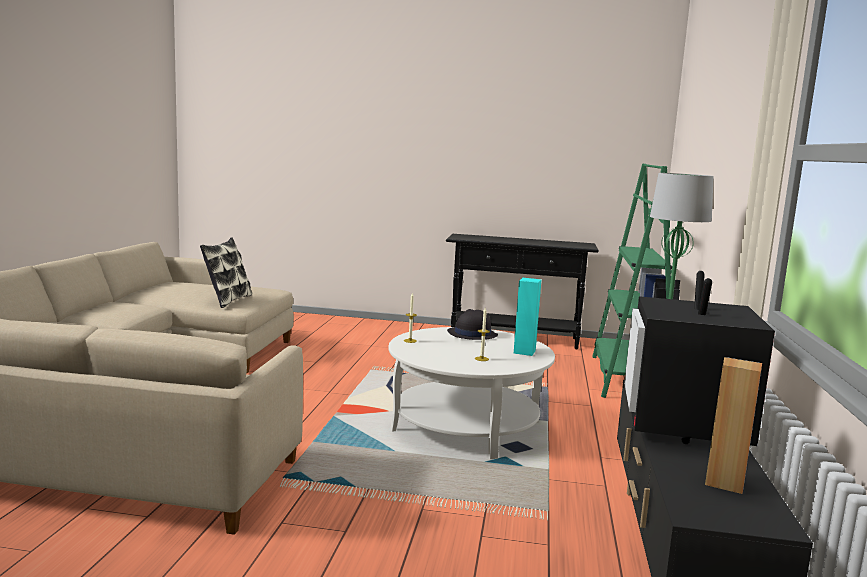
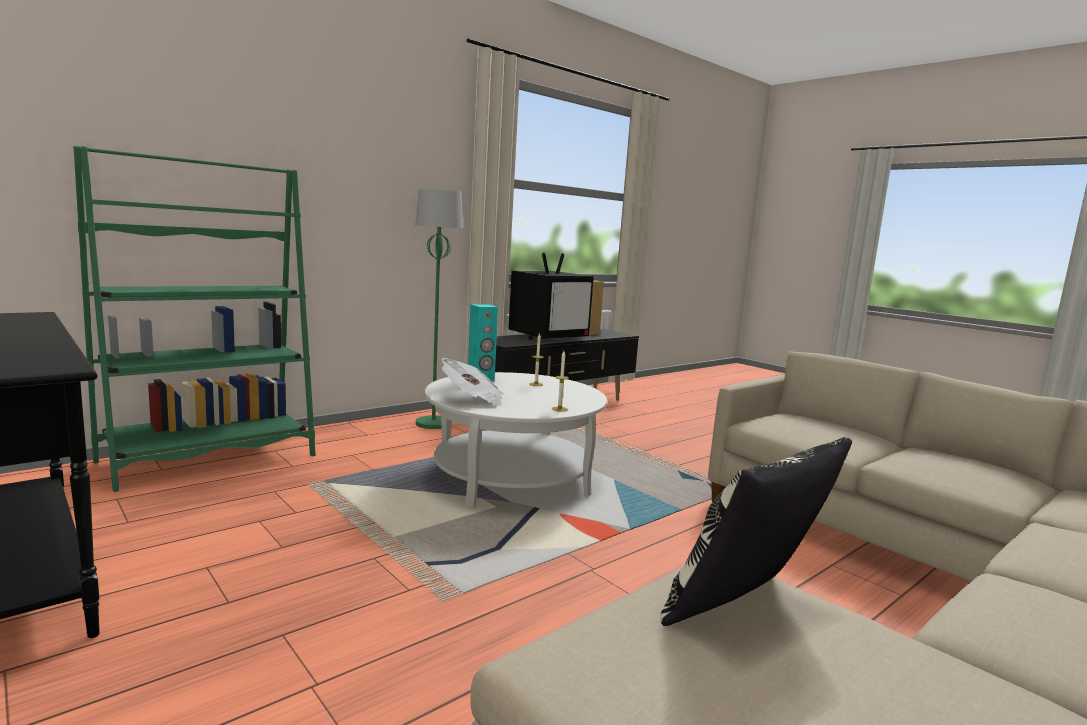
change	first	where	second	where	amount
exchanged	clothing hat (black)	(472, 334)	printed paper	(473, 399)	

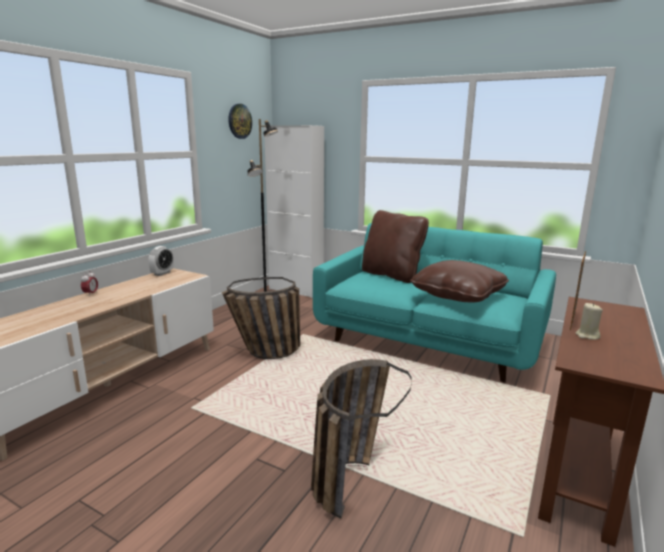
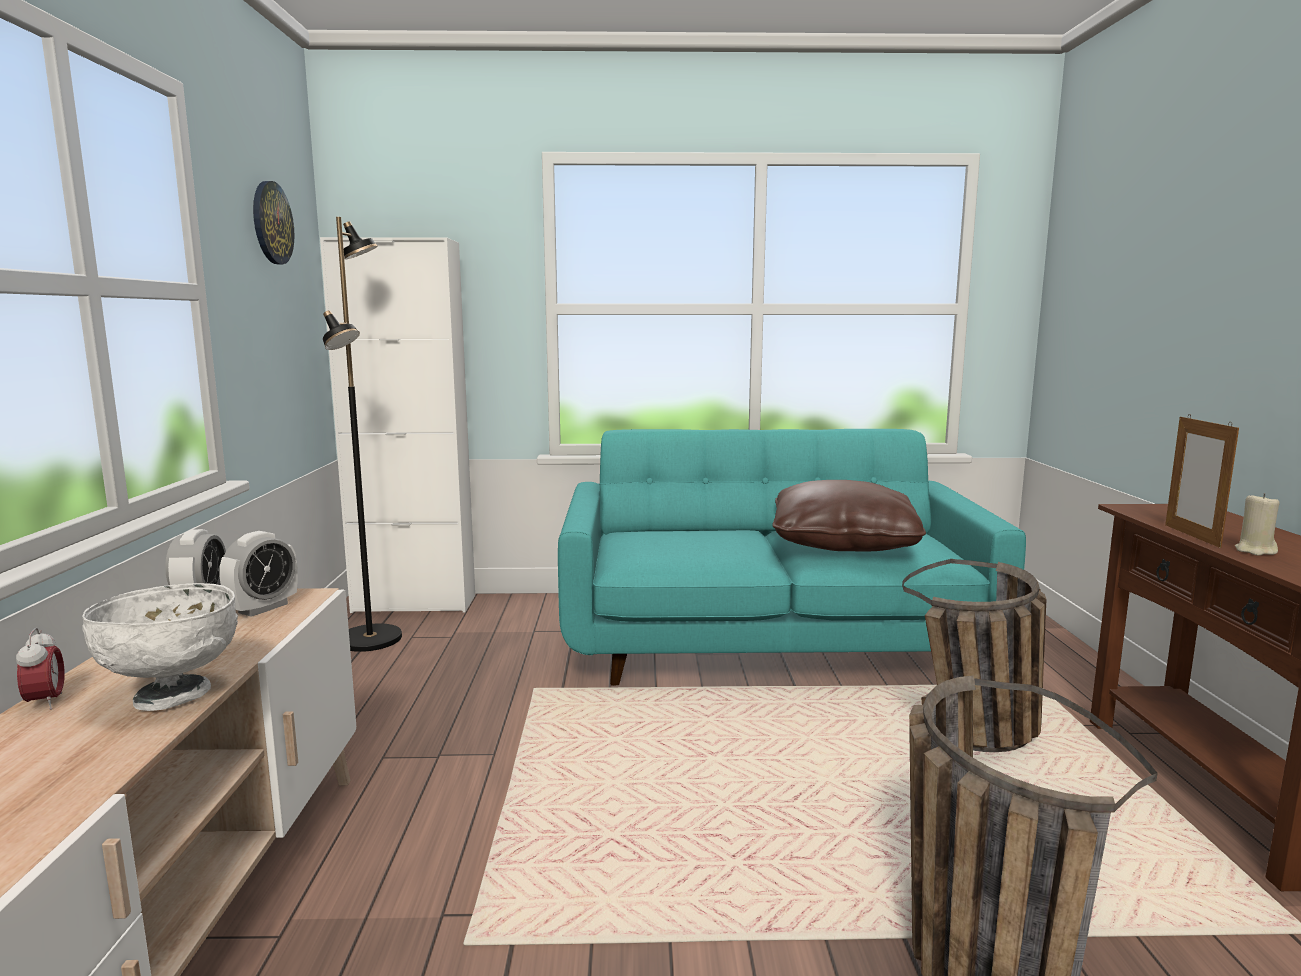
change	first	where	second	where	amount
appeared			serving bowl (white)	(174, 696)	
appeared			table clock	(263, 608)	
relocated	storage basket	(263, 353)		(979, 741)	
missing	throw pillow (brown)	(392, 275)			

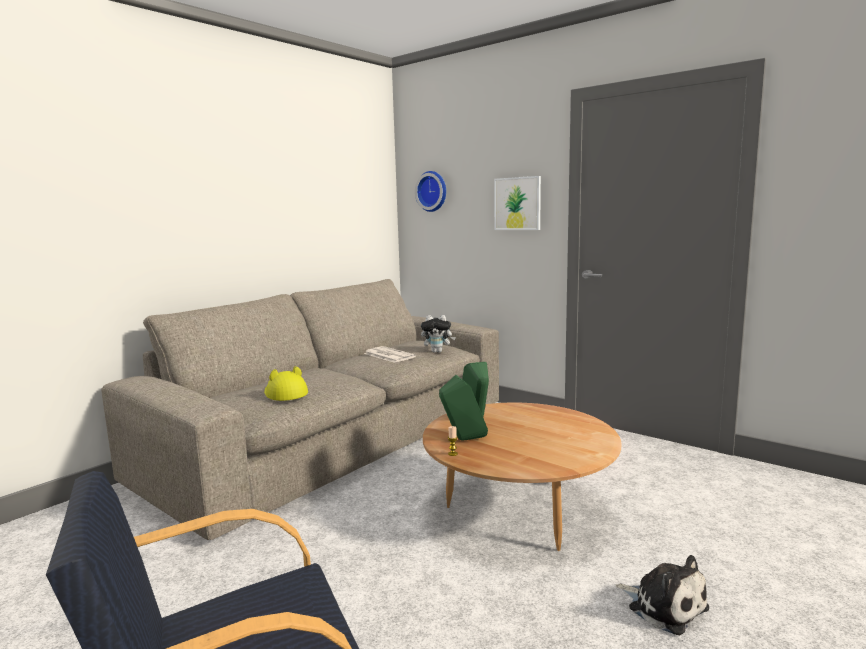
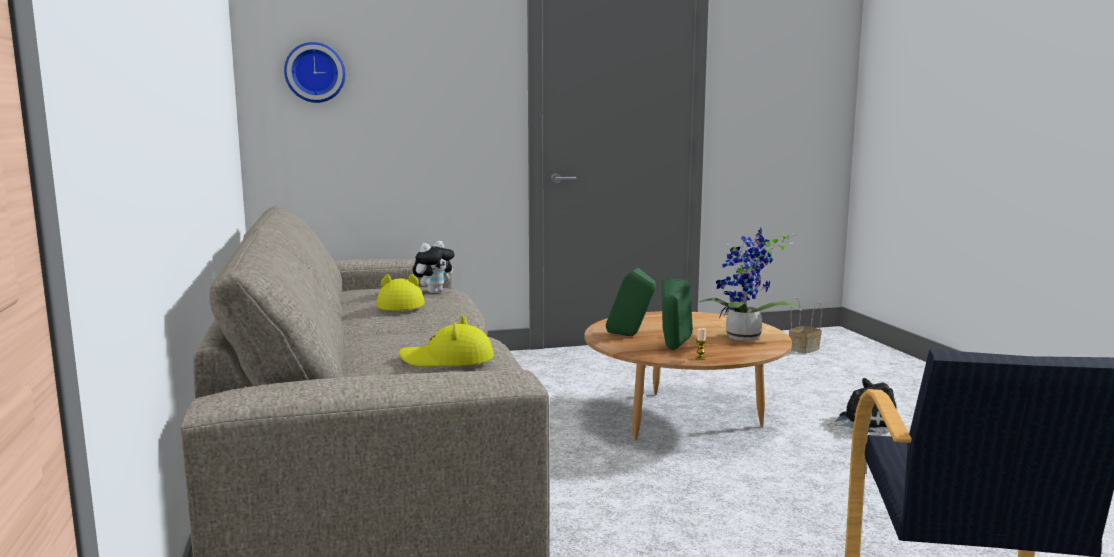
change	first	where	second	where	amount
exchanged	printed paper	(388, 355)	clothing hat (yellowish)	(401, 305)	
appeared			potted plant	(744, 339)	
appeared			storage basket	(804, 349)	
missing	wall picture	(517, 203)			

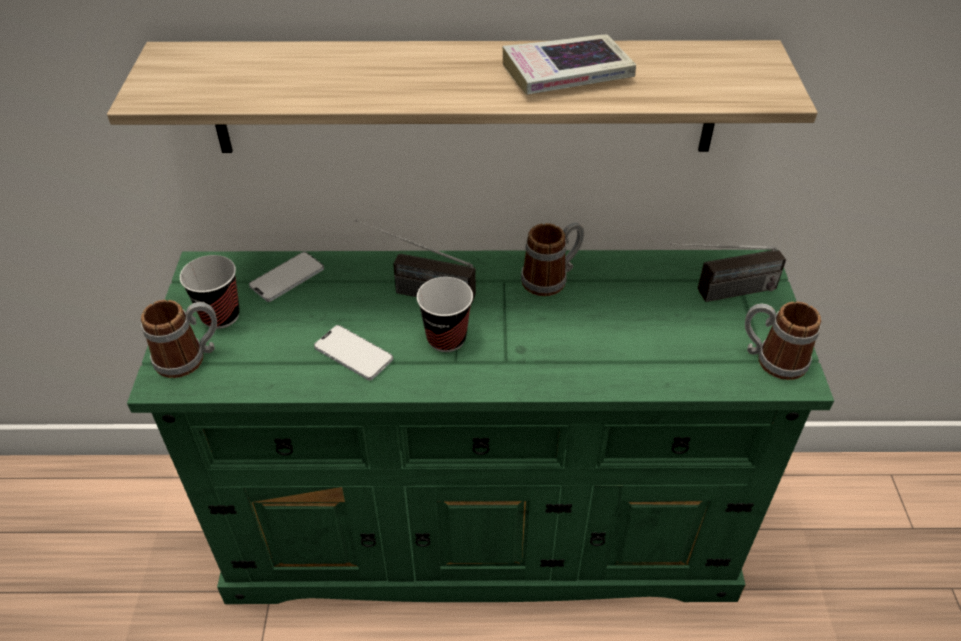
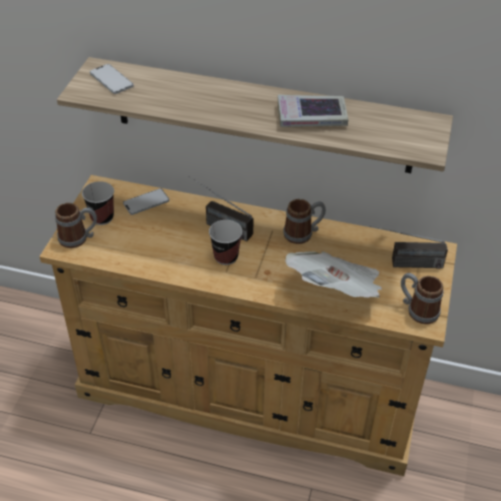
change	first	where	second	where	amount
colour	dresser (green-coloured)	(484, 528)	dresser (sand-coloured)	(251, 391)	
relocated	telephone	(353, 353)		(111, 80)	
appeared			printed paper	(336, 291)	

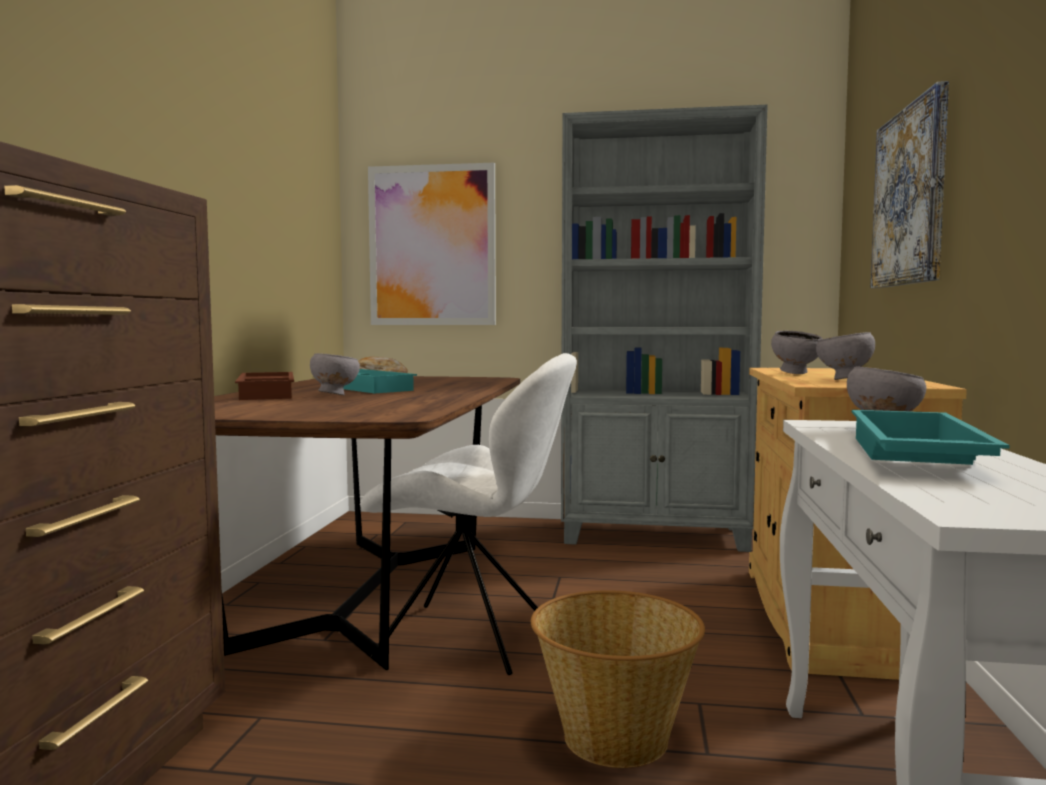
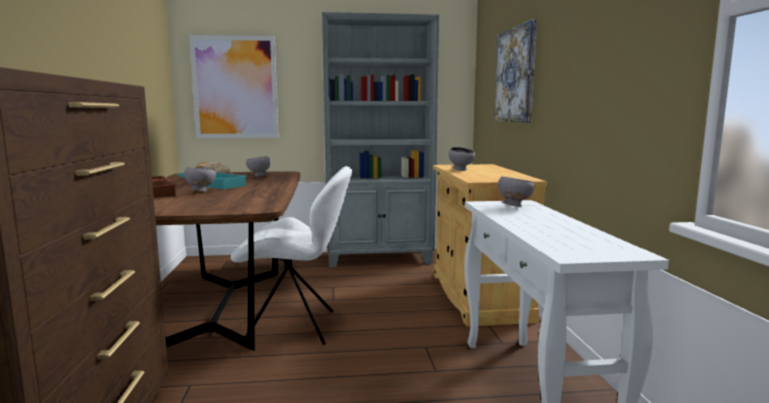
change	first	where	second	where	amount
relocated	serving bowl (gray)	(844, 380)		(259, 177)	
missing	storage basket	(615, 737)			
missing	tray (blue-green)	(911, 456)			

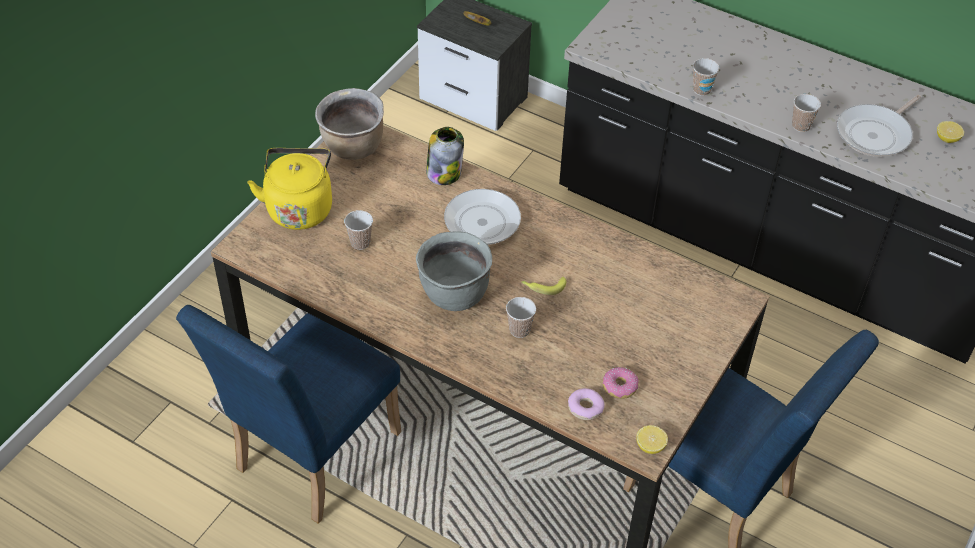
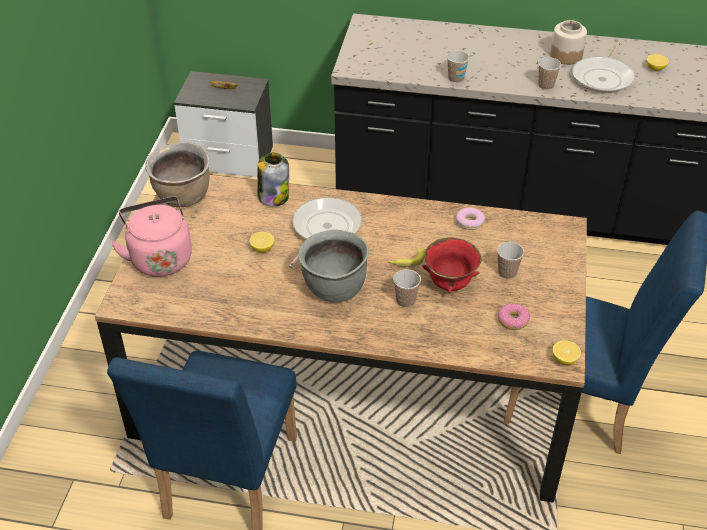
change	first	where	second	where	amount
colour	tea kettle (yellowish)	(299, 207)	tea kettle (pink-coloured)	(160, 257)	
appeared			citrus fruit	(262, 248)	
appeared			serving bowl (red-coloured)	(449, 284)	
relocated	ring doughnut	(585, 408)		(469, 222)	
relocated	cup	(360, 243)		(507, 273)	
appeared			preserve jar	(566, 56)	

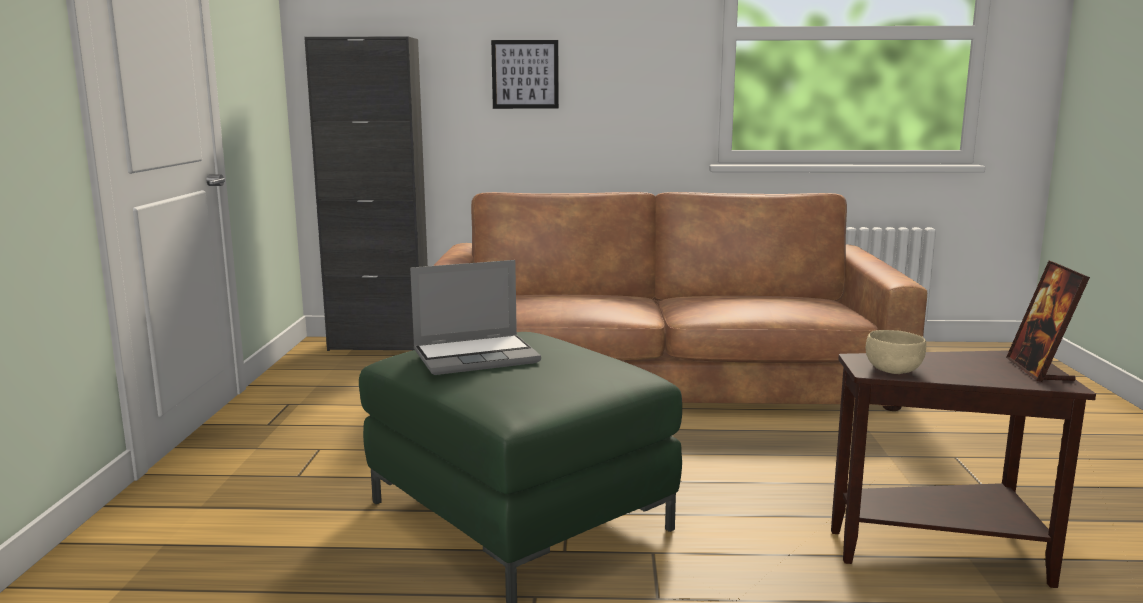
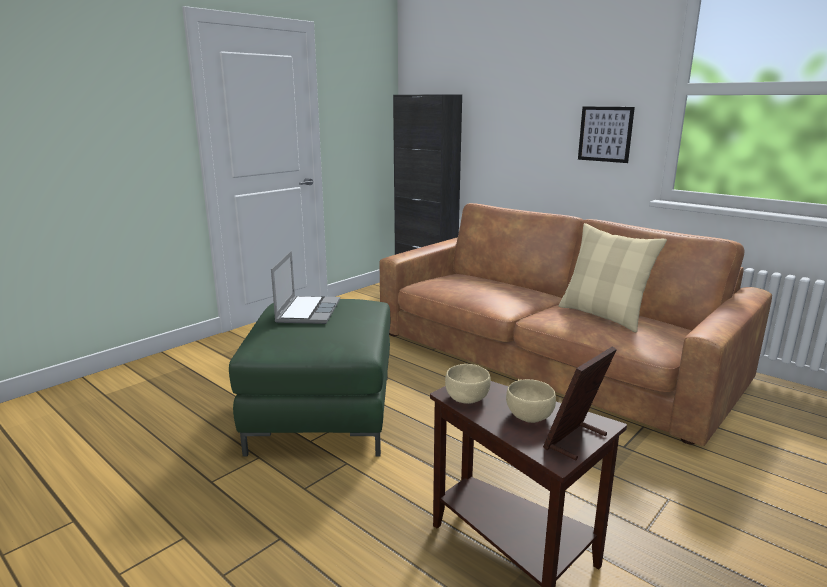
change	first	where	second	where	amount
spun	laptop	(477, 356)		(307, 311)	105 degrees counterclockwise
appeared			serving bowl (sand-coloured)	(530, 416)	
appeared			throw pillow (sand-coloured)	(603, 316)	
relocated	wall picture	(525, 74)		(605, 134)	

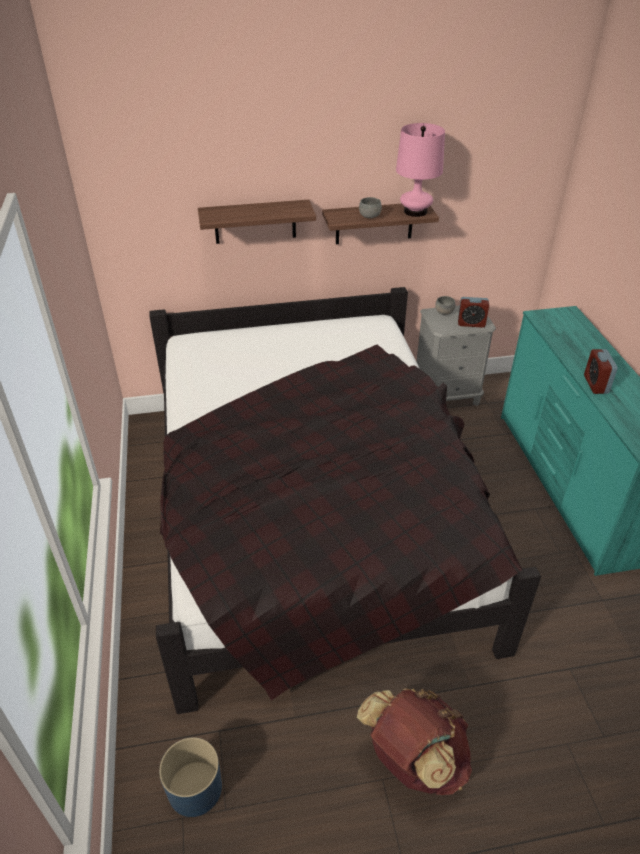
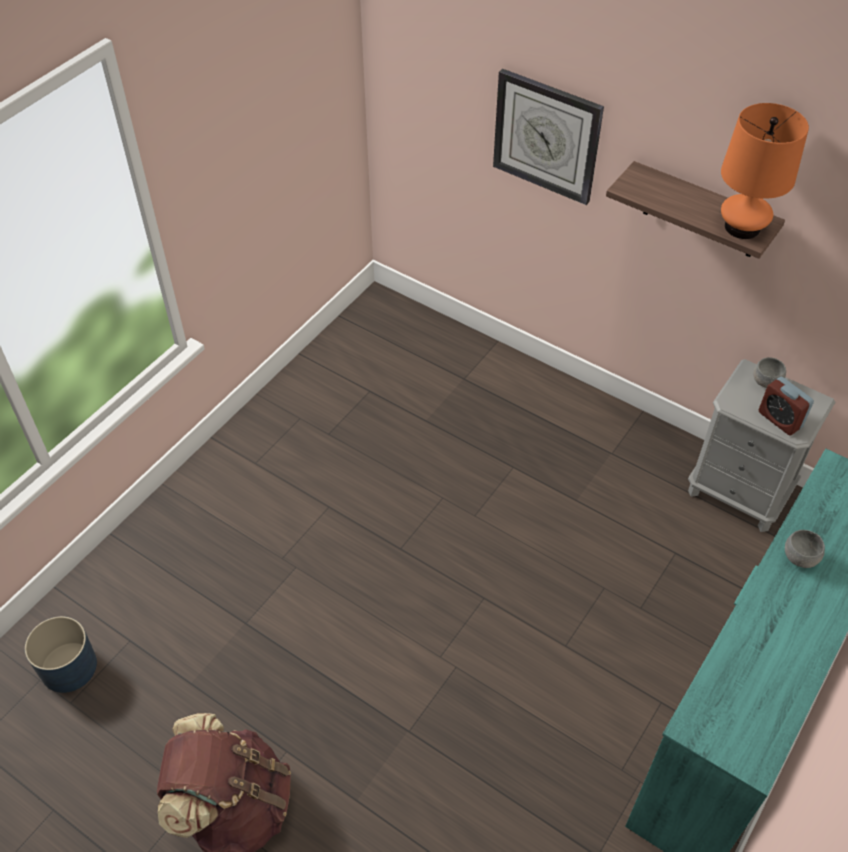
change	first	where	second	where	amount
exchanged	wall shelf	(255, 222)	clock on the wall	(547, 136)	
colour	tabletop lamp (pink-coloured)	(415, 211)	tabletop lamp (orangey)	(742, 227)	
relocated	serving bowl (gray)	(370, 216)		(800, 557)	
missing	bed (black)	(314, 516)			
missing	table clock	(595, 384)			

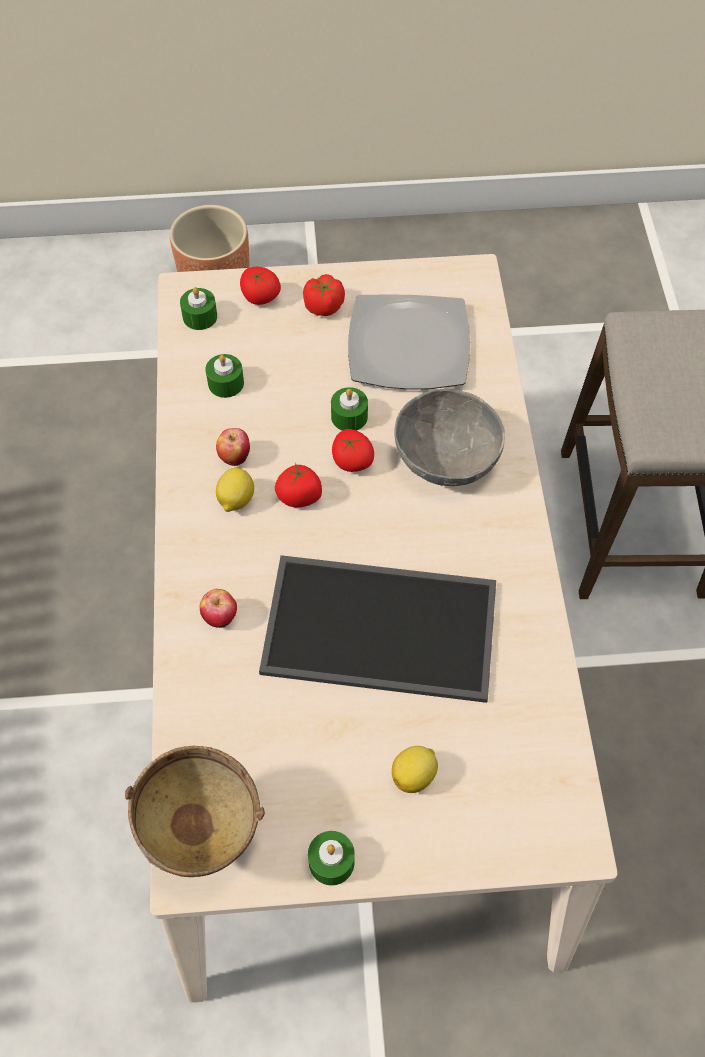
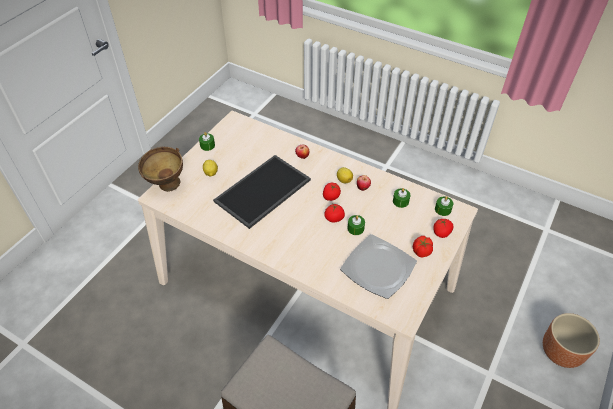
change	first	where	second	where	amount
relocated	serving bowl (brown)	(207, 836)		(166, 186)	
missing	serving bowl (gray)	(446, 458)			

